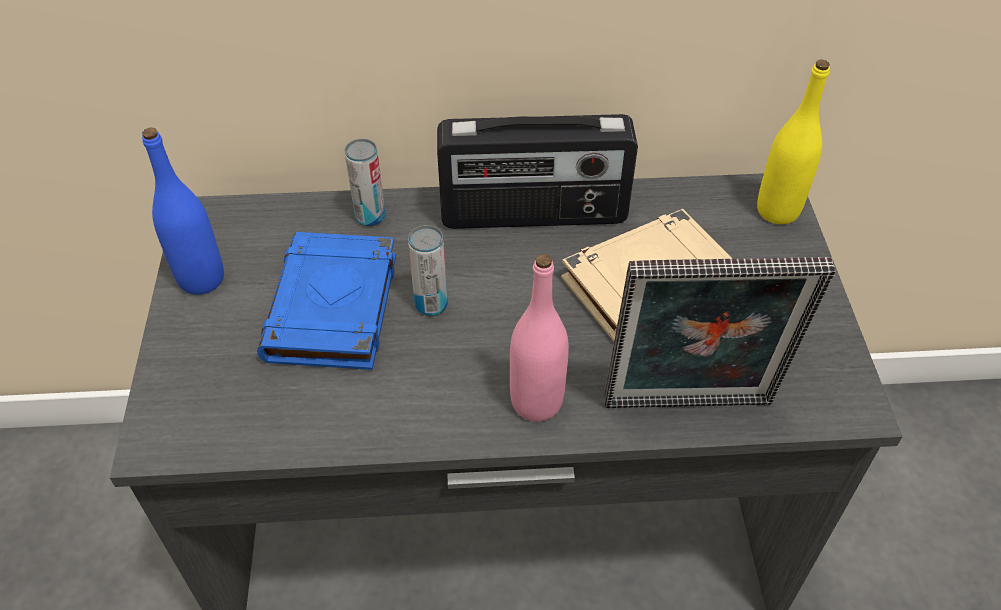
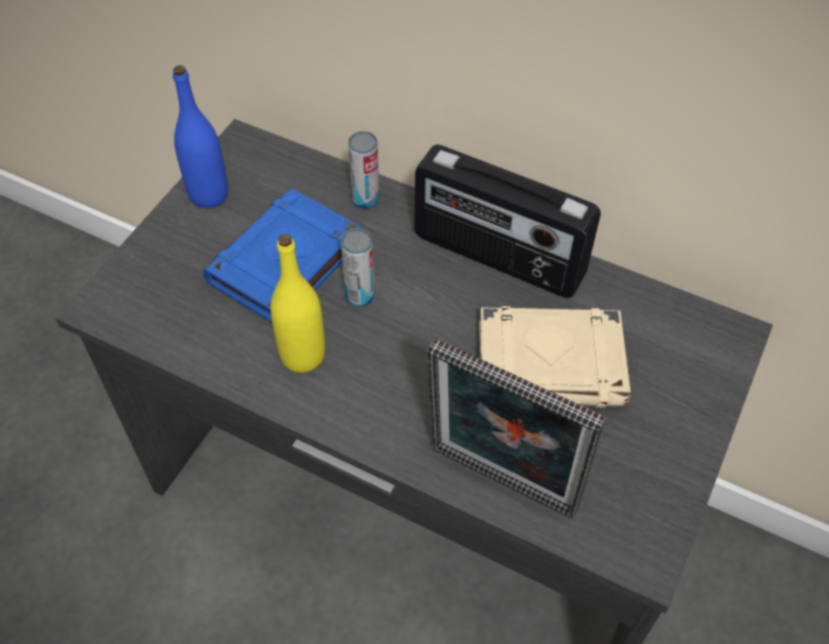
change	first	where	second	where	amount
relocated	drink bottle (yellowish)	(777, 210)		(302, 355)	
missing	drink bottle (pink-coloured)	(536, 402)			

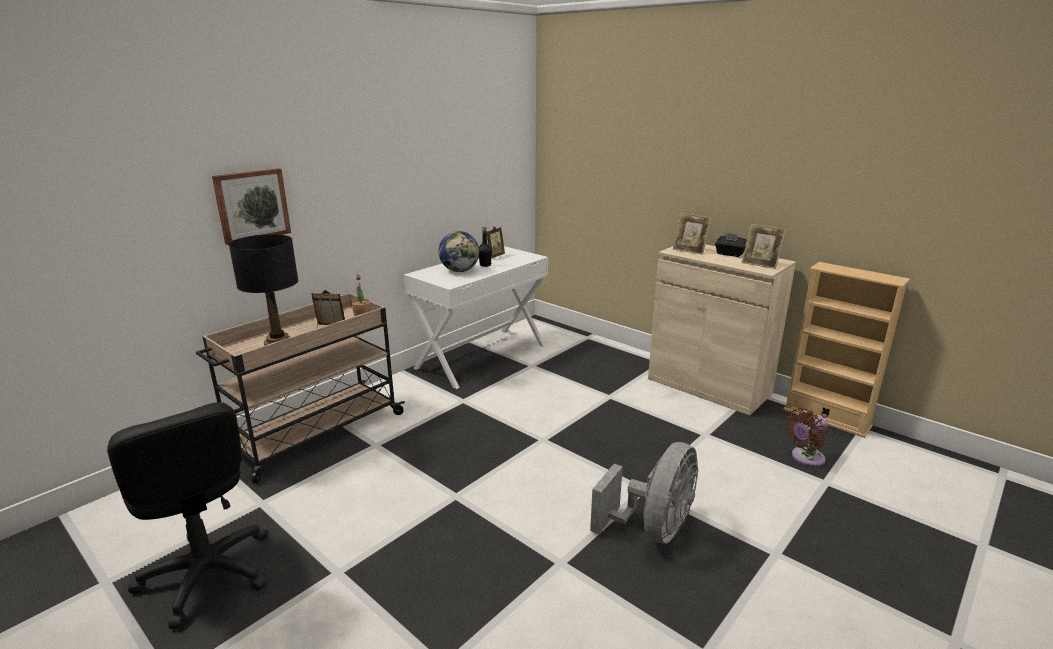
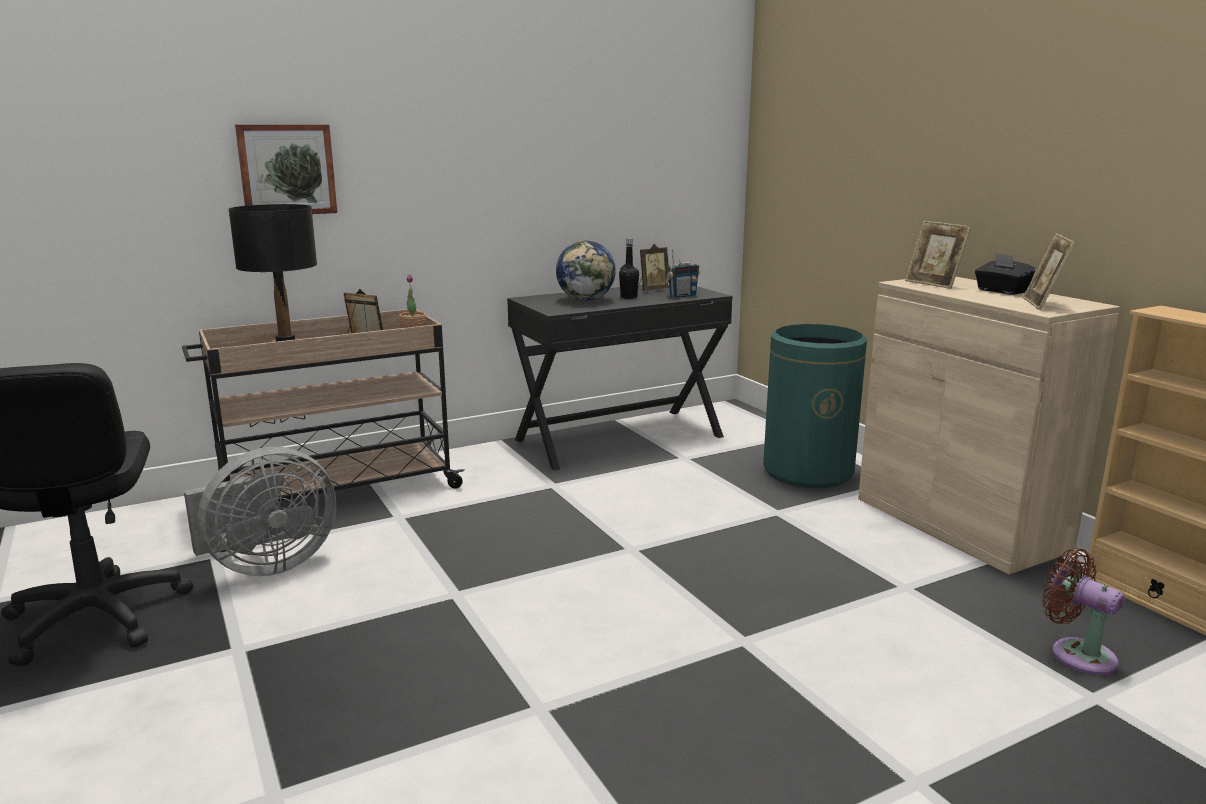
change	first	where	second	where	amount
relocated	cooling fan (gray)	(653, 529)		(266, 565)	
colour	desk (white)	(481, 356)	desk (black)	(619, 438)	
appeared			radio set	(682, 296)	
appeared			trash can (green-coloured)	(808, 471)	
spun	picture frame	(760, 264)		(1043, 305)	45 degrees clockwise
spun	cooling fan (brown)	(805, 458)		(1077, 654)	60 degrees clockwise

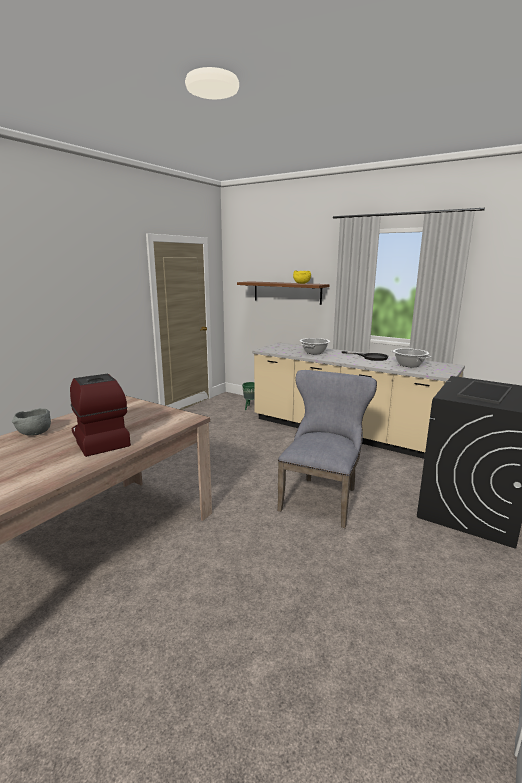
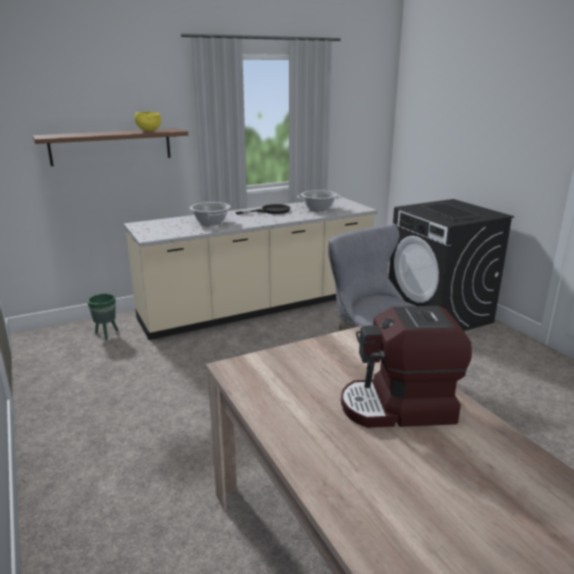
change	first	where	second	where	amount
missing	serving bowl (gray)	(34, 434)			

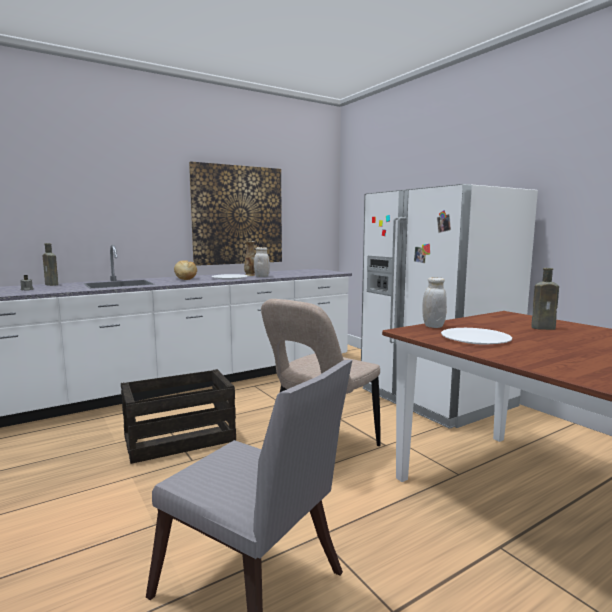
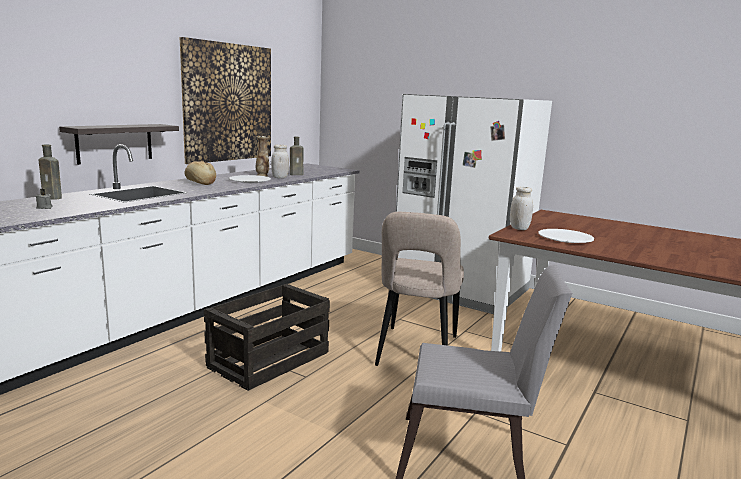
change	first	where	second	where	amount
appeared			wall shelf	(115, 143)	
relocated	drink bottle (brown)	(545, 328)		(297, 174)	

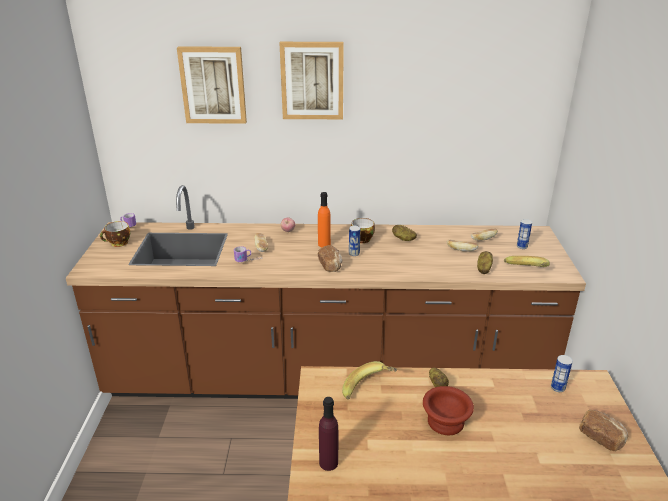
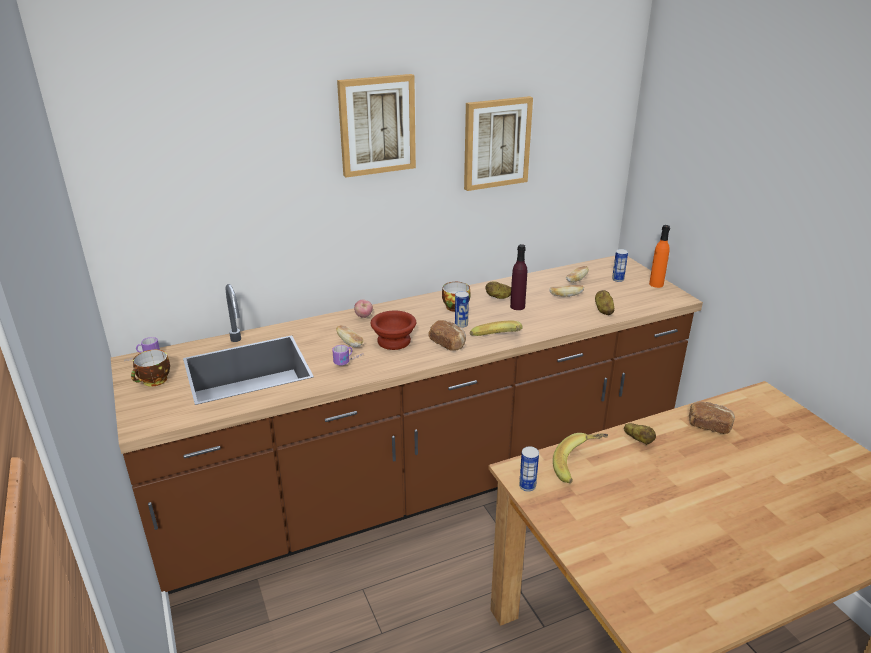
change	first	where	second	where	amount
relocated	serving bowl (brown)	(447, 421)		(395, 341)	
relocated	wall picture	(213, 85)		(496, 143)	
relocated	banana fruit	(525, 272)		(497, 341)	
relocated	drink bottle (purplish)	(328, 462)		(517, 306)	
relocated	can	(557, 388)		(527, 486)	
relocated	drink bottle (orangey)	(324, 244)		(656, 284)	
relocated	bakery bread	(601, 437)		(709, 425)	

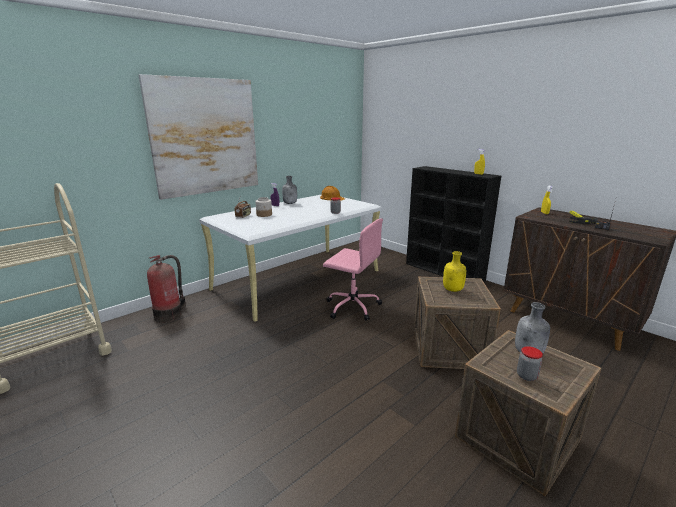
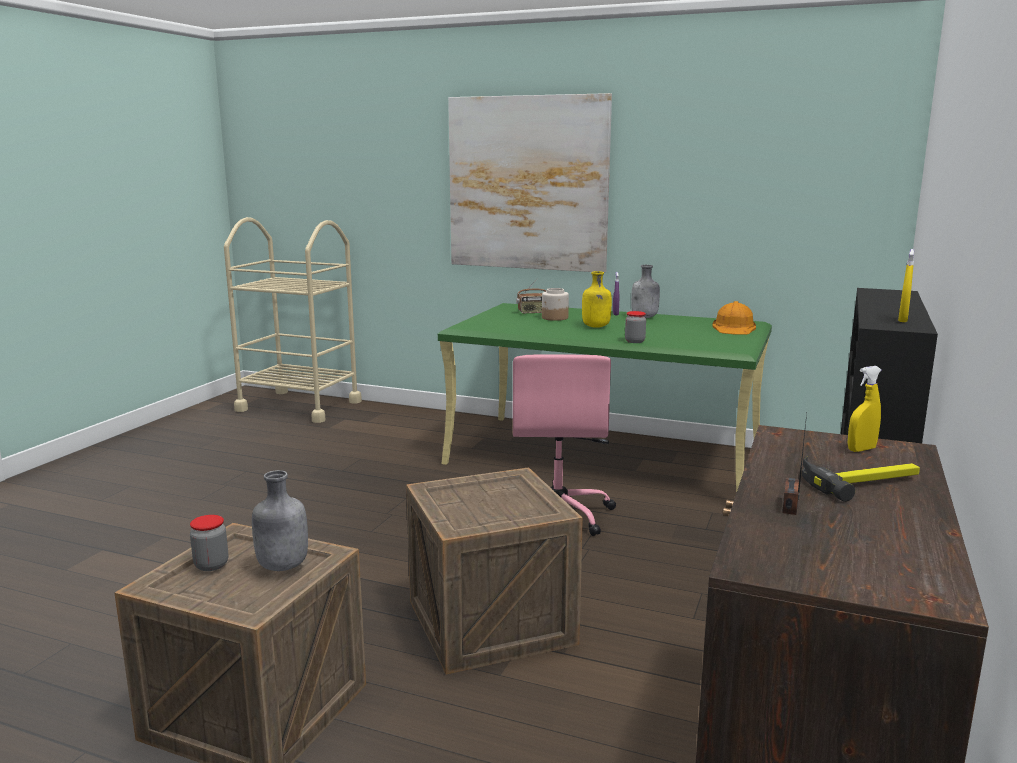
change	first	where	second	where	amount
colour	desk (white)	(298, 279)	desk (green-coloured)	(605, 457)	
relocated	drink bottle (yellowish)	(453, 290)		(596, 327)	
missing	fire extinguisher	(170, 314)			

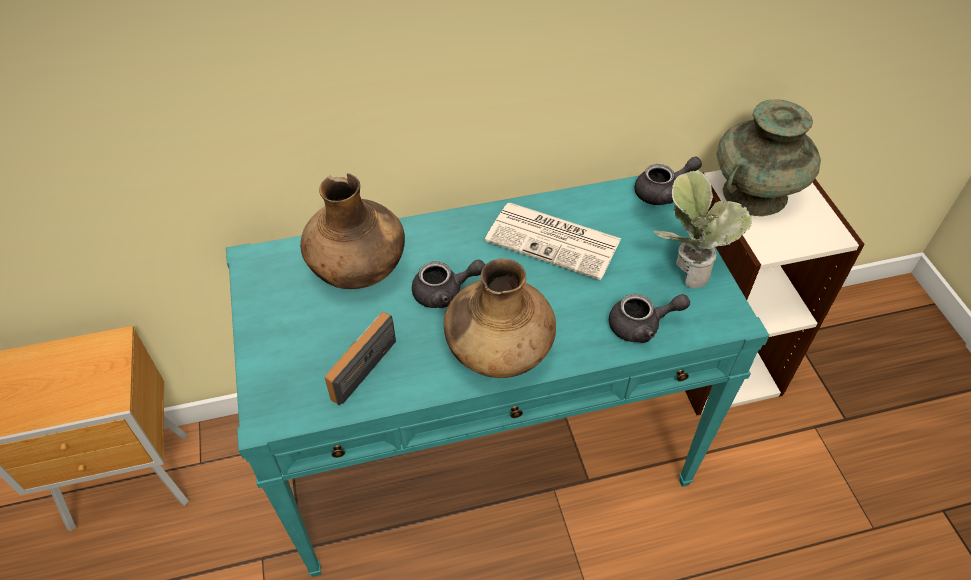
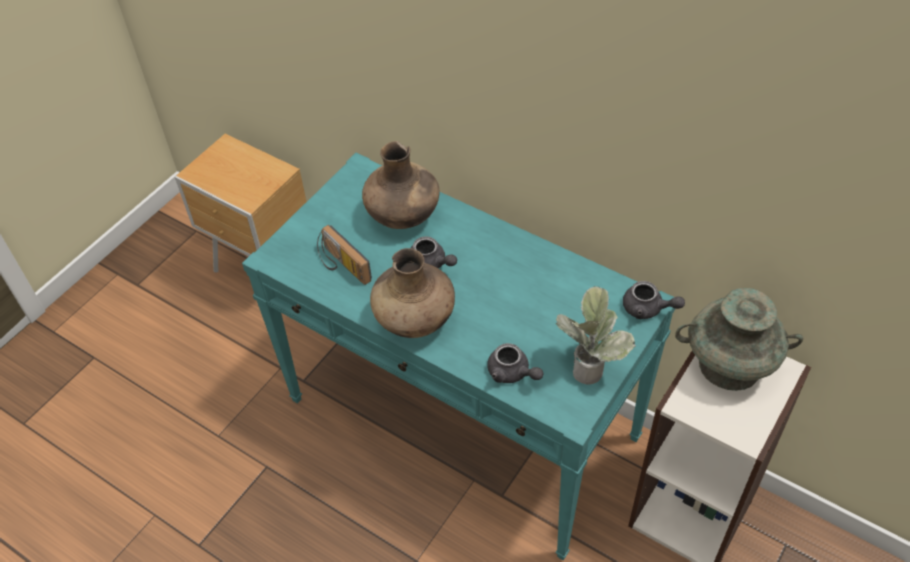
change	first	where	second	where	amount
spun	radio set	(359, 363)		(341, 266)	120 degrees counterclockwise
missing	printed paper	(555, 240)			

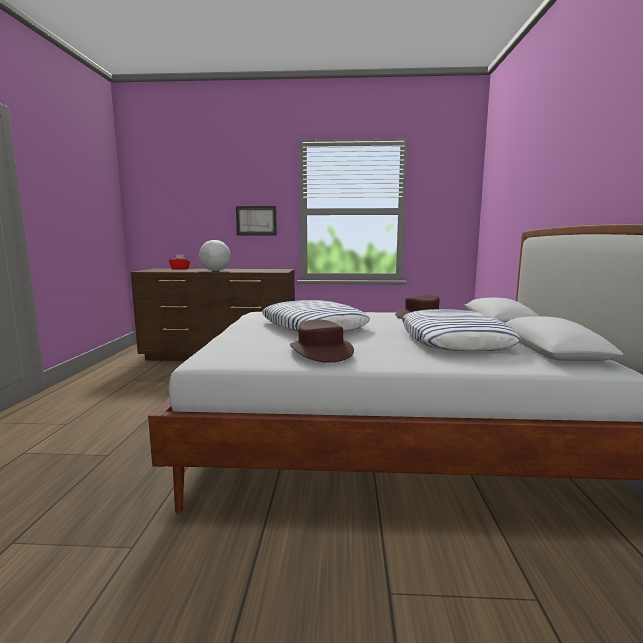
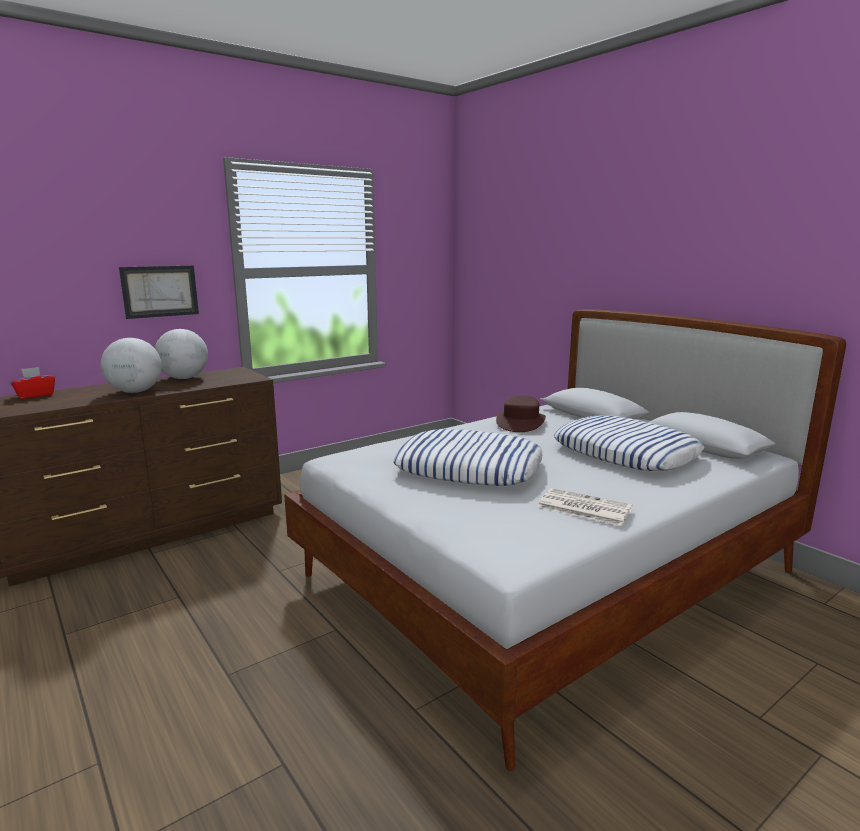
change	first	where	second	where	amount
appeared			world globe	(184, 378)	
exchanged	clothing hat (brown)	(320, 351)	printed paper	(583, 507)	

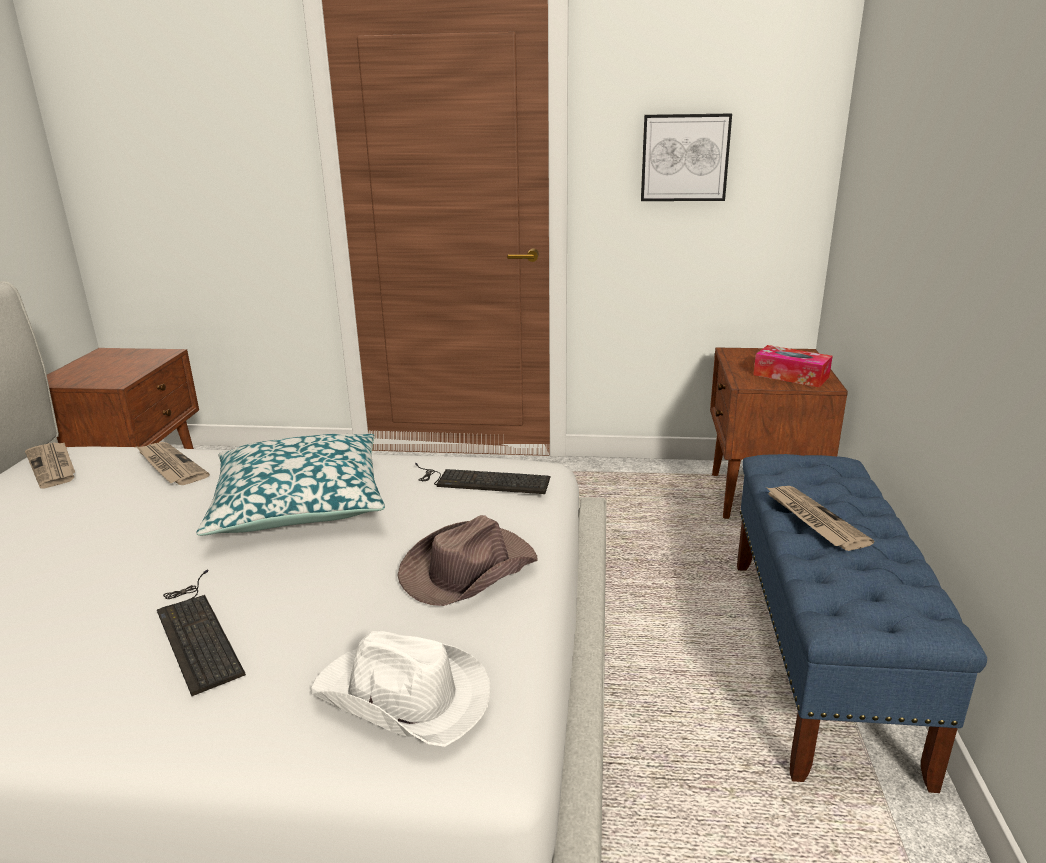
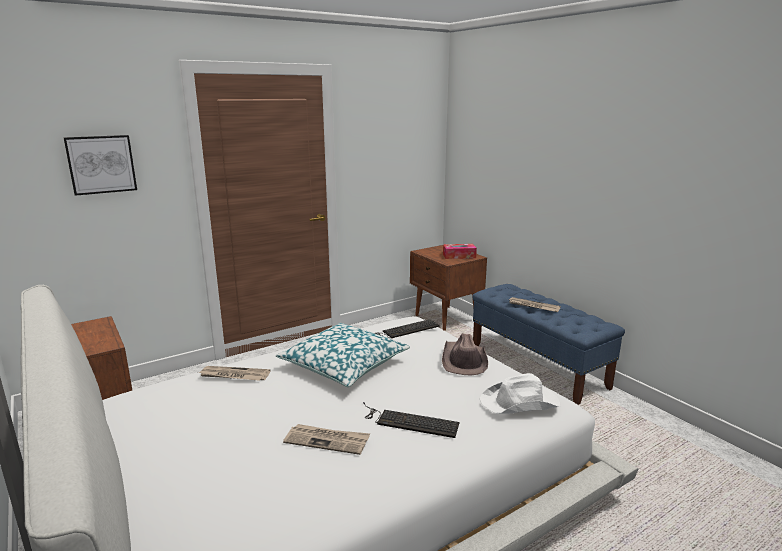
change	first	where	second	where	amount
relocated	wall picture	(684, 158)		(101, 164)	
relocated	printed paper	(53, 466)		(327, 441)	

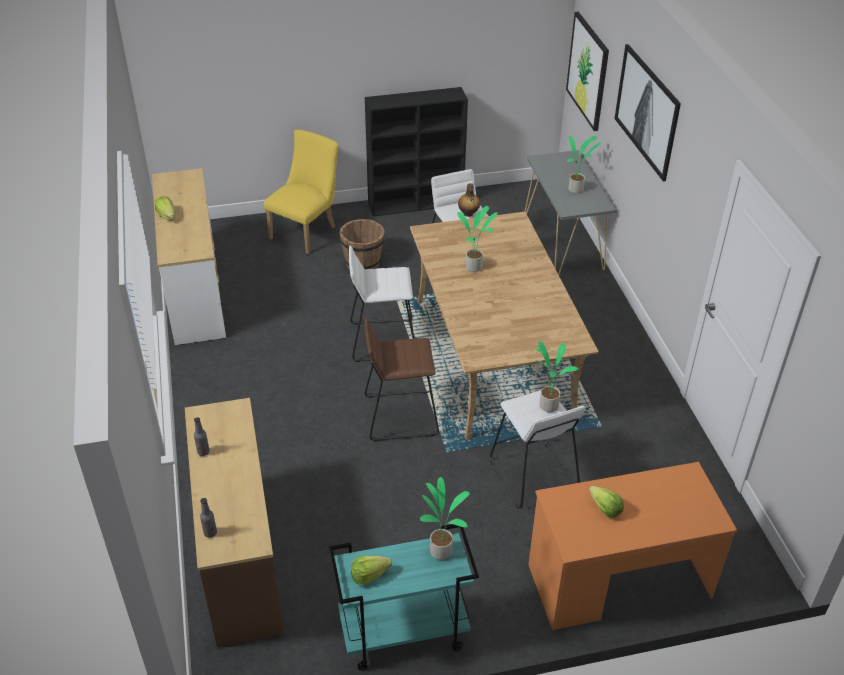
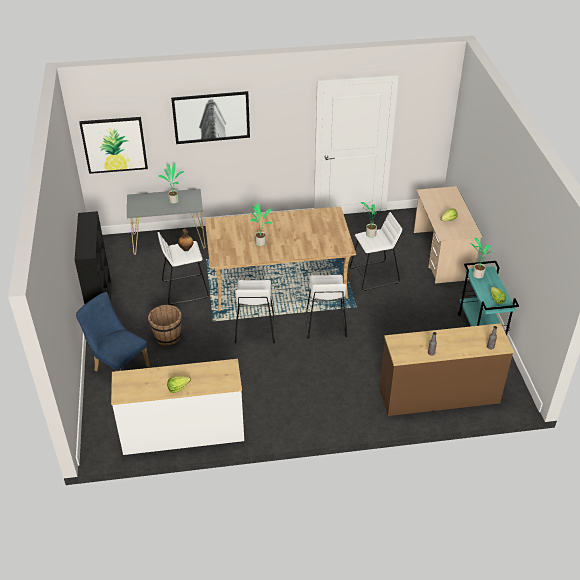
change	first	where	second	where	amount
colour	plain chair (yellowish)	(307, 231)	plain chair (bluish)	(118, 367)	
colour	sitting stool (brown)	(400, 415)	sitting stool (white)	(325, 324)	
colour	desk (orangey)	(618, 581)	desk (sand-coloured)	(442, 255)	

